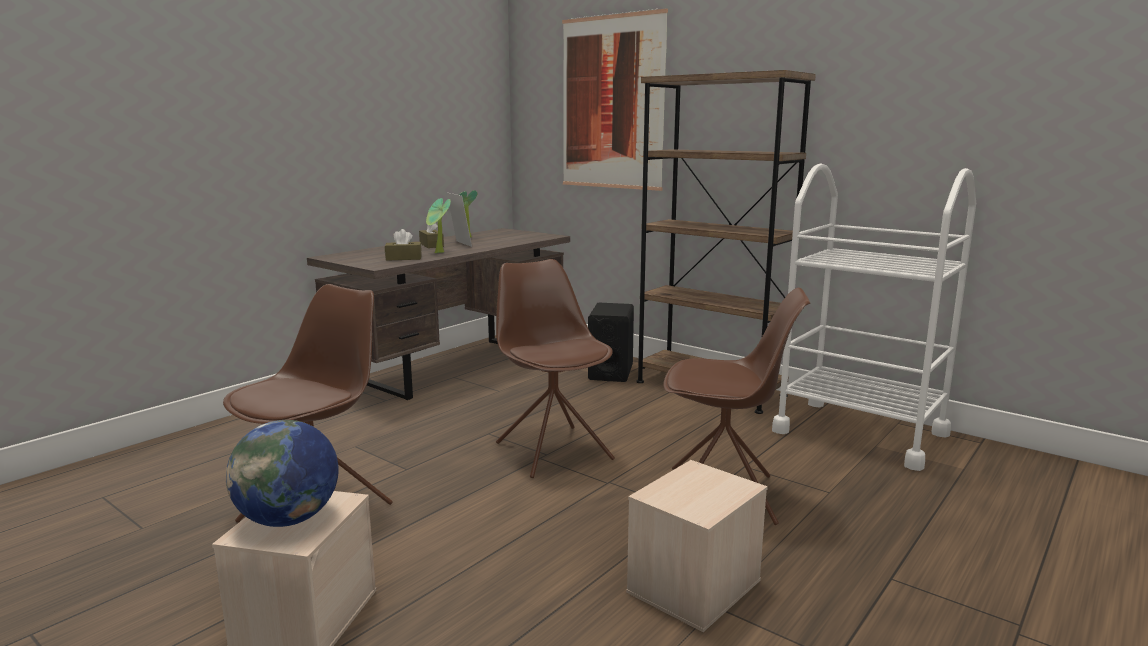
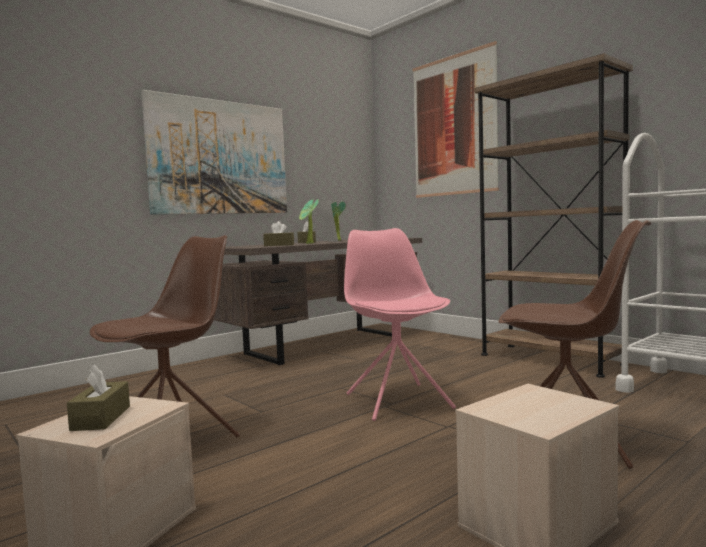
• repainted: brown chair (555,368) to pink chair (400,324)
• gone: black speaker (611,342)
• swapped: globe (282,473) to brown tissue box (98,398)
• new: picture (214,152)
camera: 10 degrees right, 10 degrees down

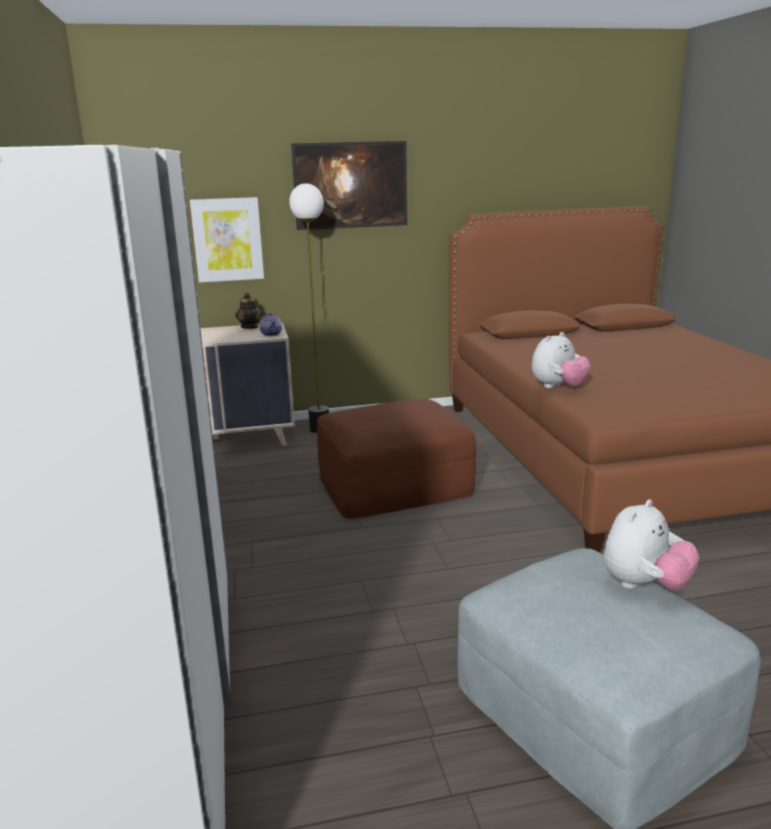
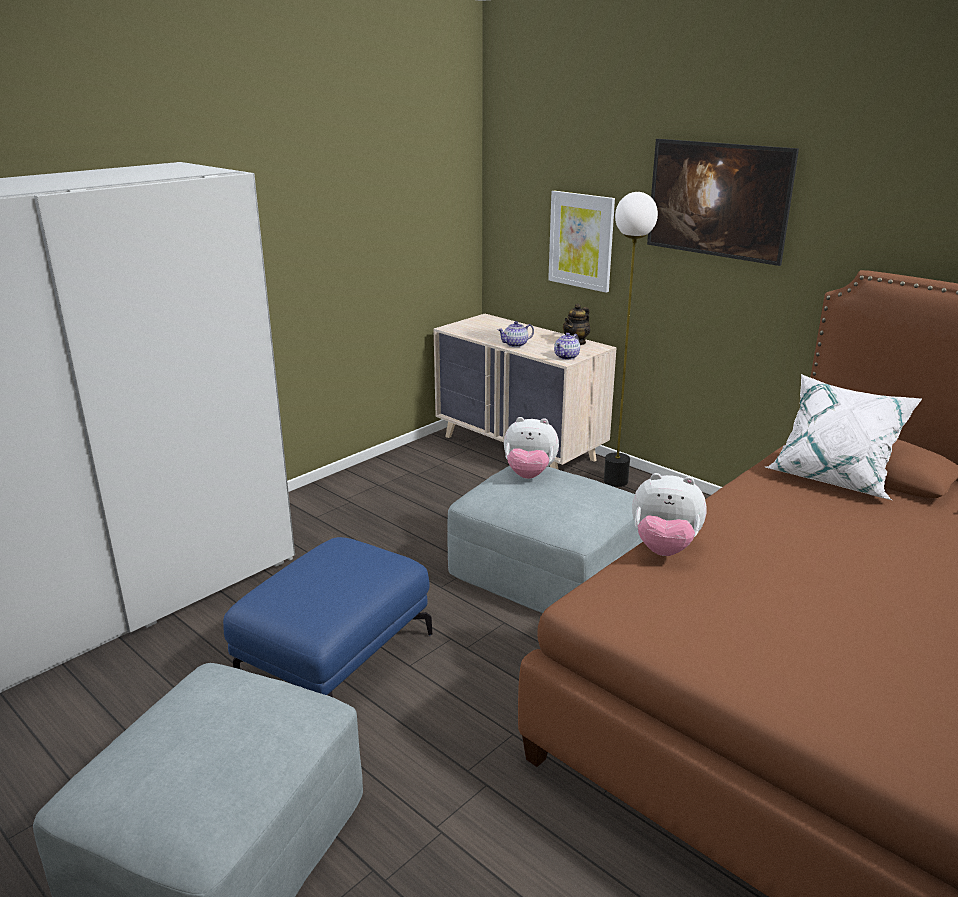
• repainted: brown ottoman (396,459) to grey ottoman (545,539)
• shifted: plush toy (651,545) to (531,448)
• new: teapot (516,334)
• new: white pillow (843,437)
• new: blue ottoman (327,617)
camera: 55 degrees right, 5 degrees up

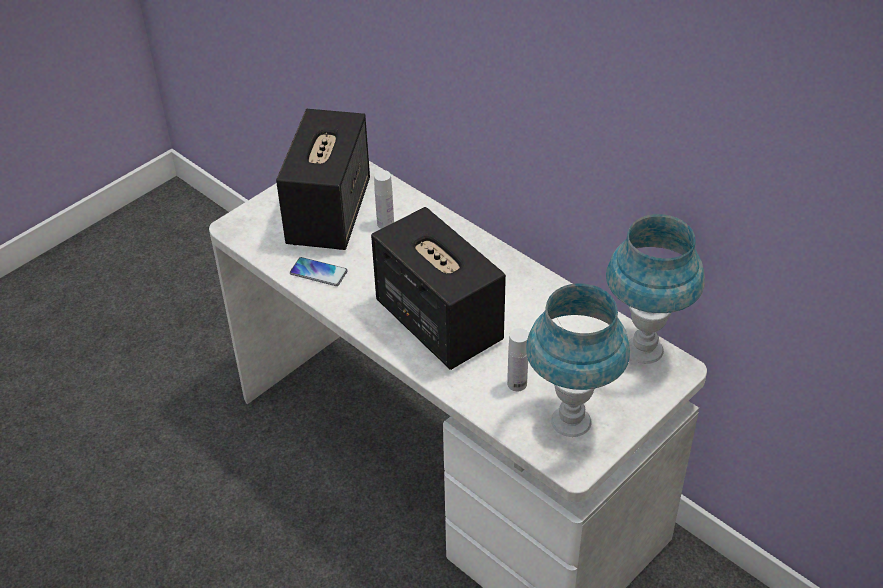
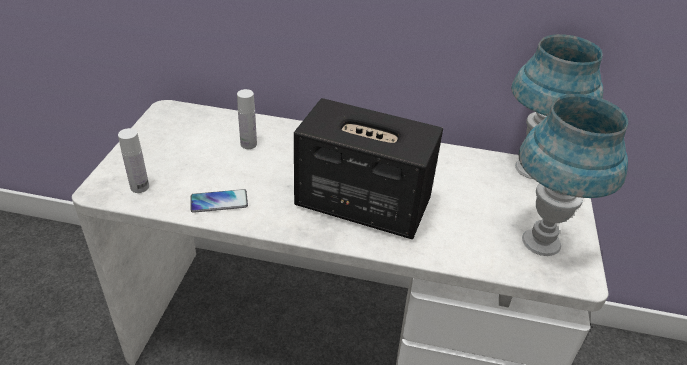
• gone: speaker (323,179)
• shifted: white bottle (518,359) to (133,160)
camera: 35 degrees left, 5 degrees down

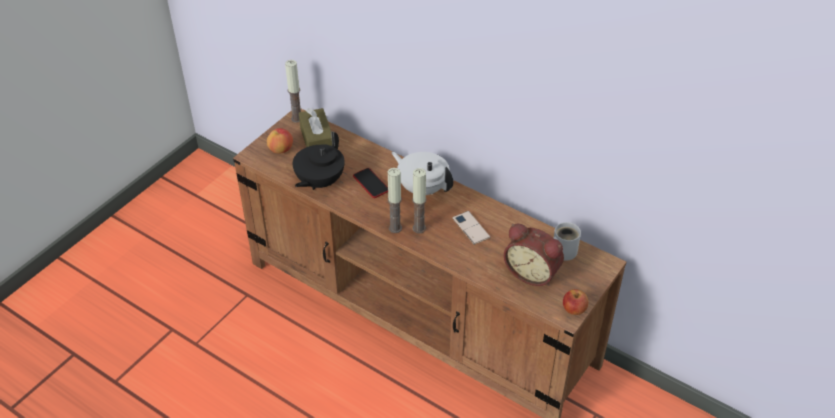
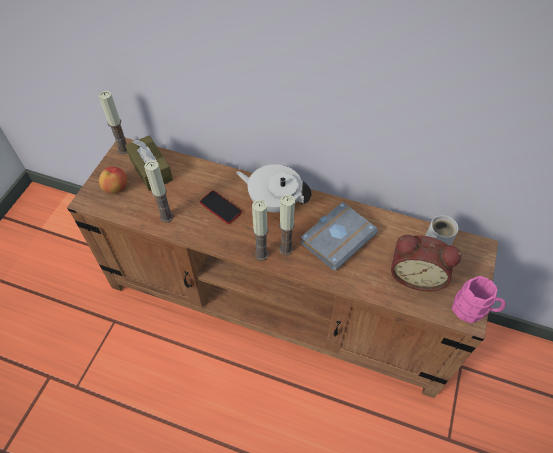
• swapped: black teapot (319,160) to candle (158,191)
• swapped: phone (471,228) to grey book (339,236)
• swapped: apple (575,302) to pink mug (479,299)
camera: 15 degrees left, 10 degrees up

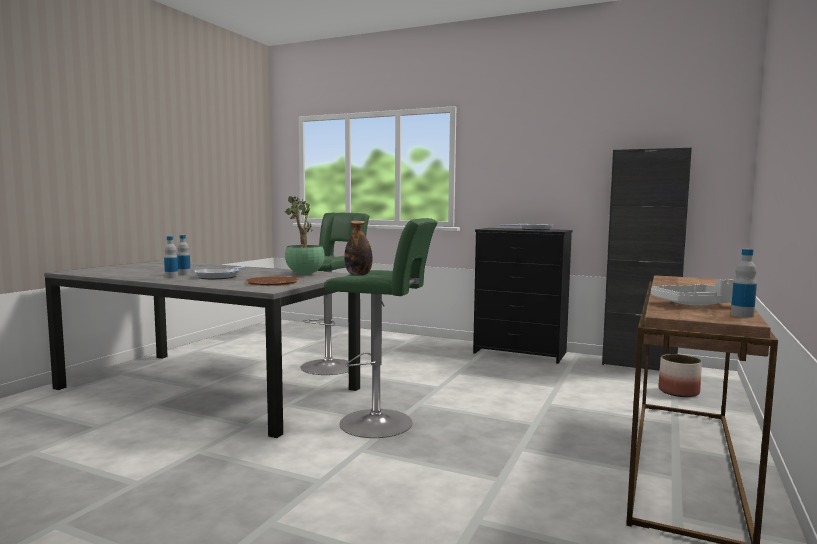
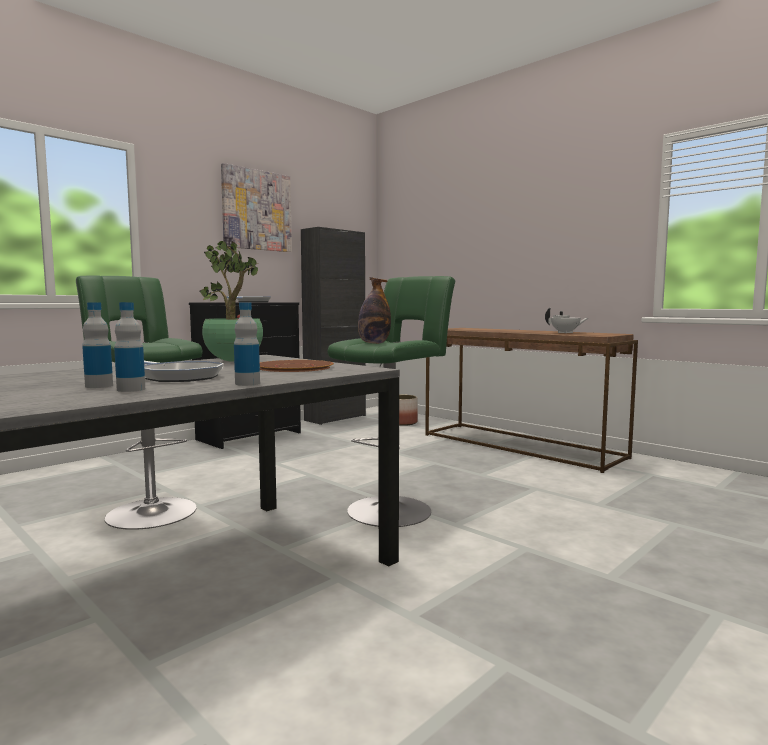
• shifted: bottle (744,283) to (247,344)
• swapped: white tray (692,292) to white teapot (566,320)
• new: picture (256,207)
camera: 70 degrees left, 0 degrees up

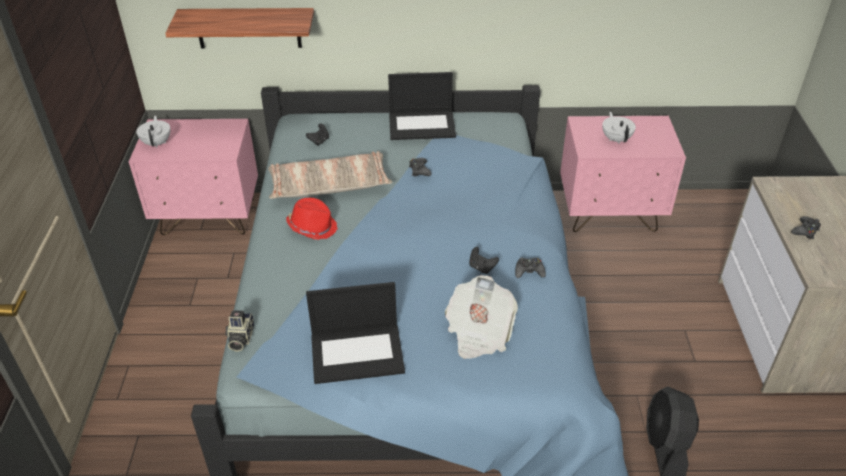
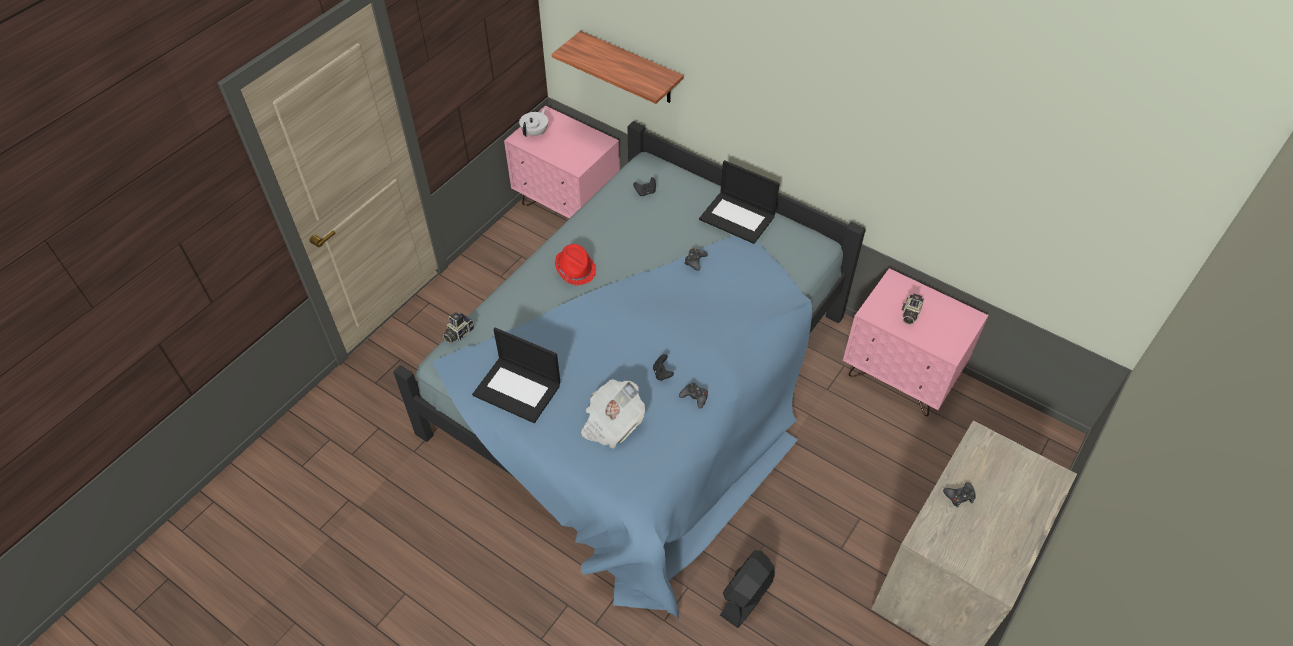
• swapped: white teapot (619,128) to photo camera (913,309)
• gone: pillow (330,175)
camera: 35 degrees right, 10 degrees up

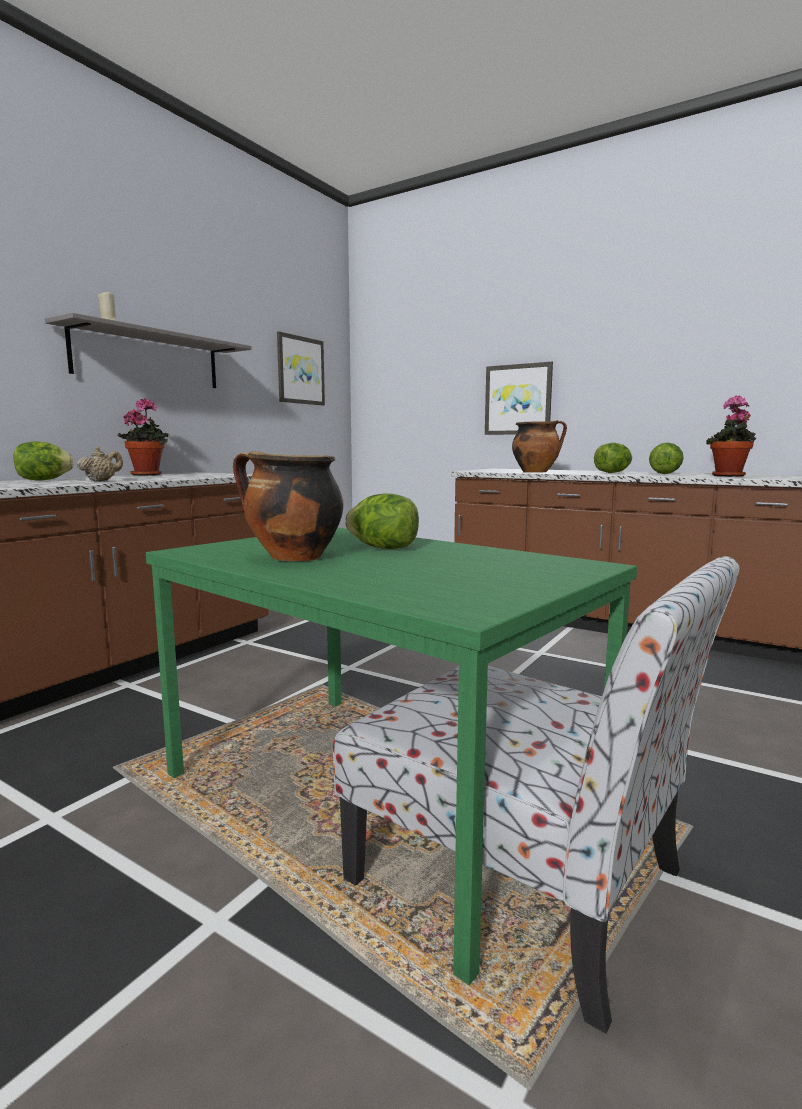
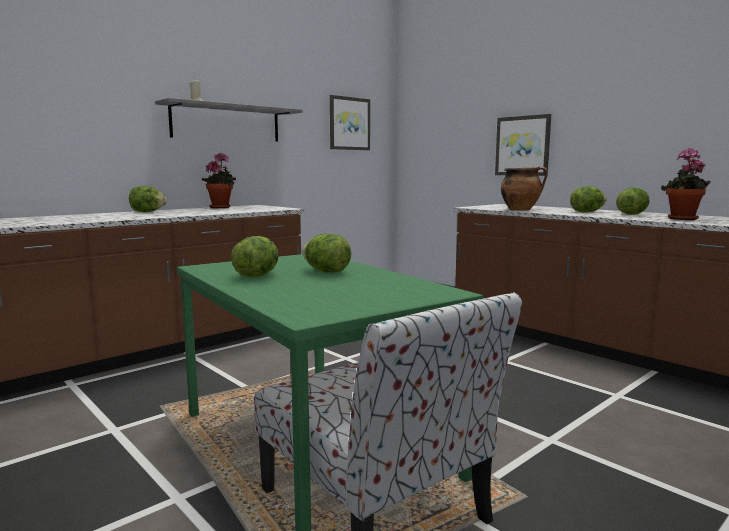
• gone: beige teapot (100,464)
• swapped: cooking pot (288,506) to lettuce (255,256)
camera: 15 degrees right, 0 degrees up

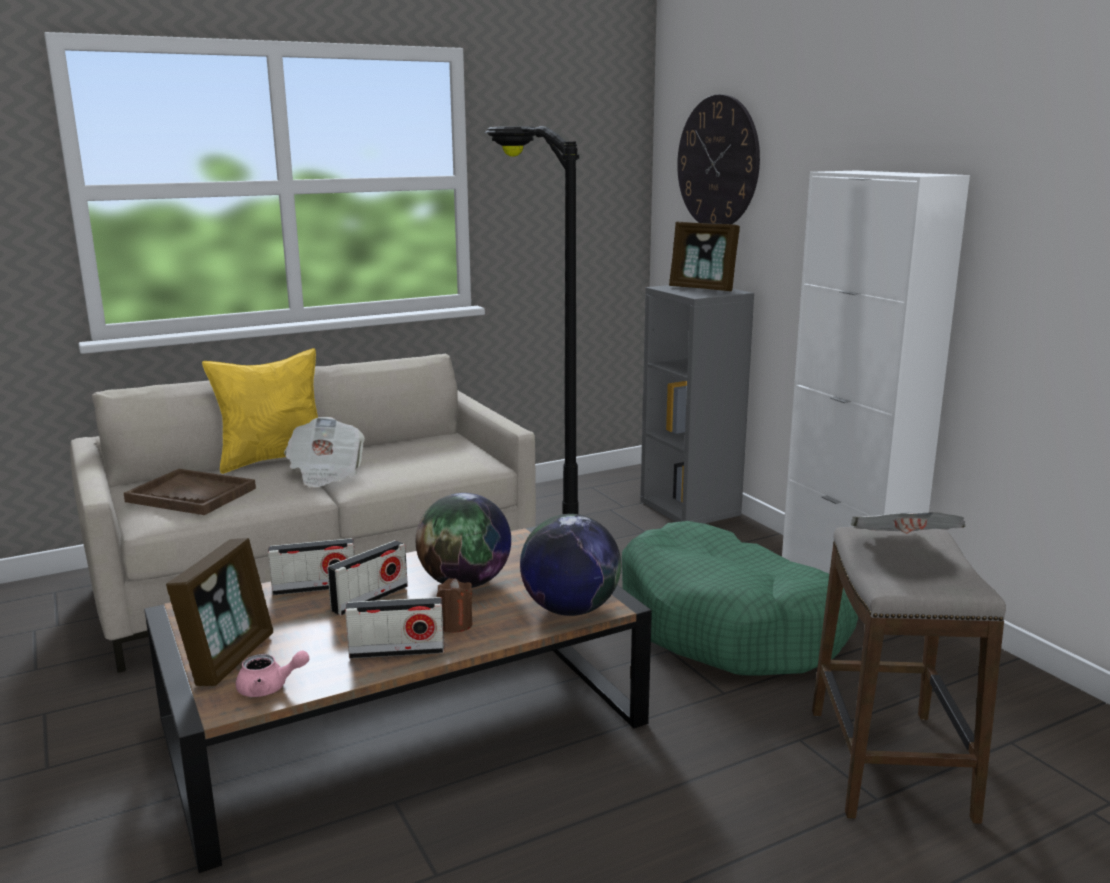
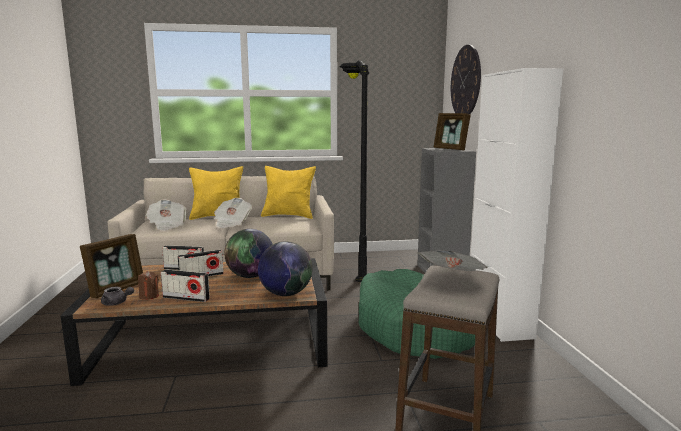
• swapped: brown tray (190,492) to newspaper (166,215)
• shifted: brown candle (455,605) to (148,285)
• repainted: pink teapot (272,673) to grey teapot (117,296)
• new: yellow pillow (288,192)
camera: 20 degrees right, 5 degrees down

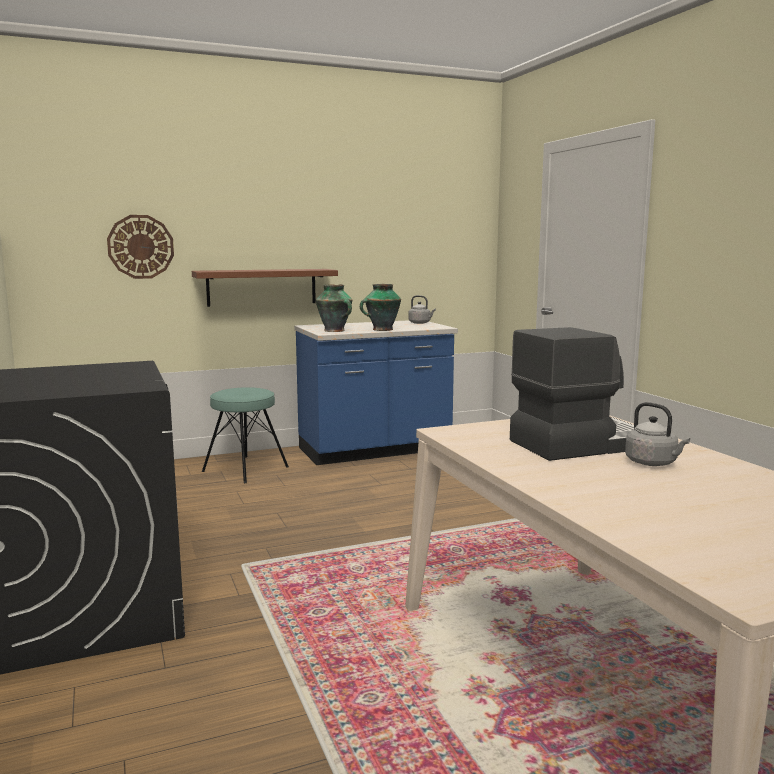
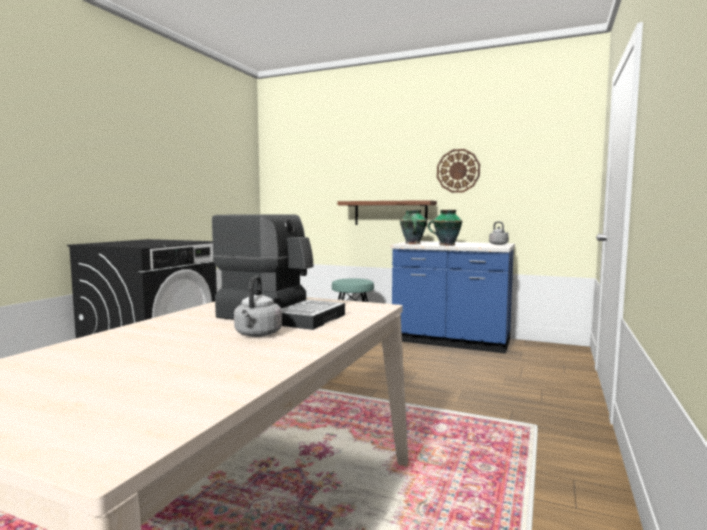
• shifted: wall clock (140,247) to (458,171)
camera: 45 degrees right, 5 degrees down

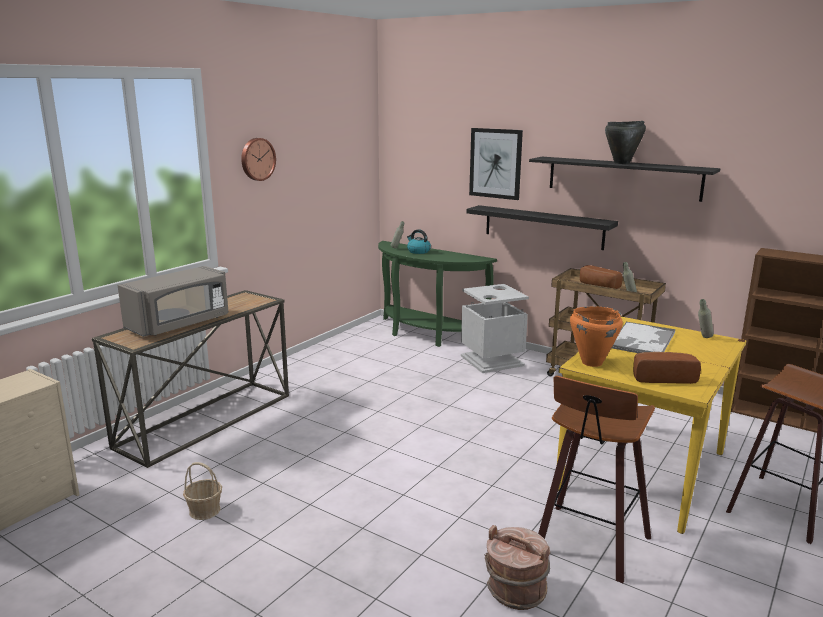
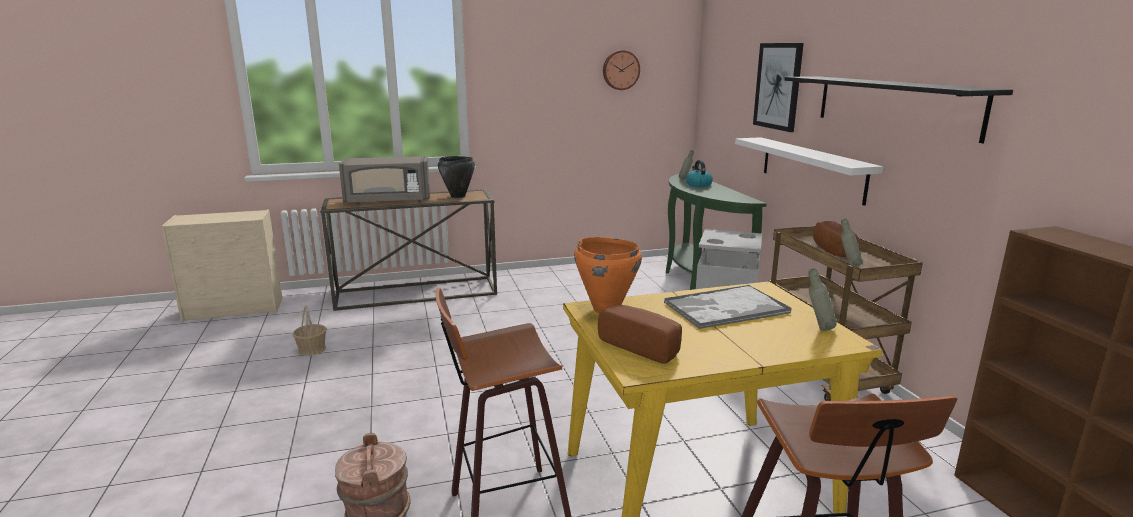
• shifted: black cooking pot (625,142) to (456,177)
• shifted: wall clock (258,159) to (621,70)
• repainted: black shelf (542,227) to white shelf (809,171)
camera: 40 degrees right, 0 degrees up

